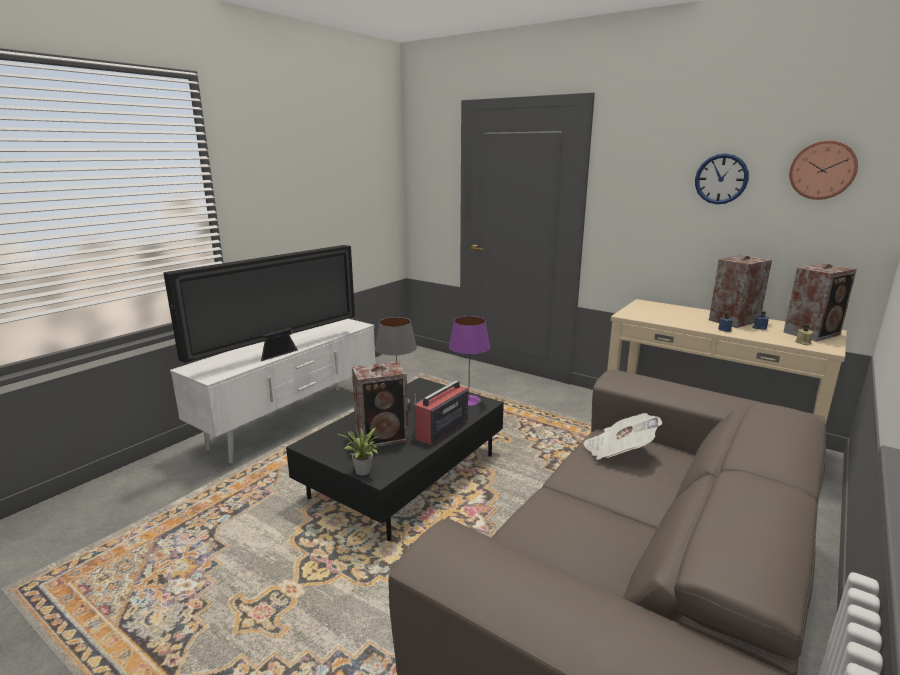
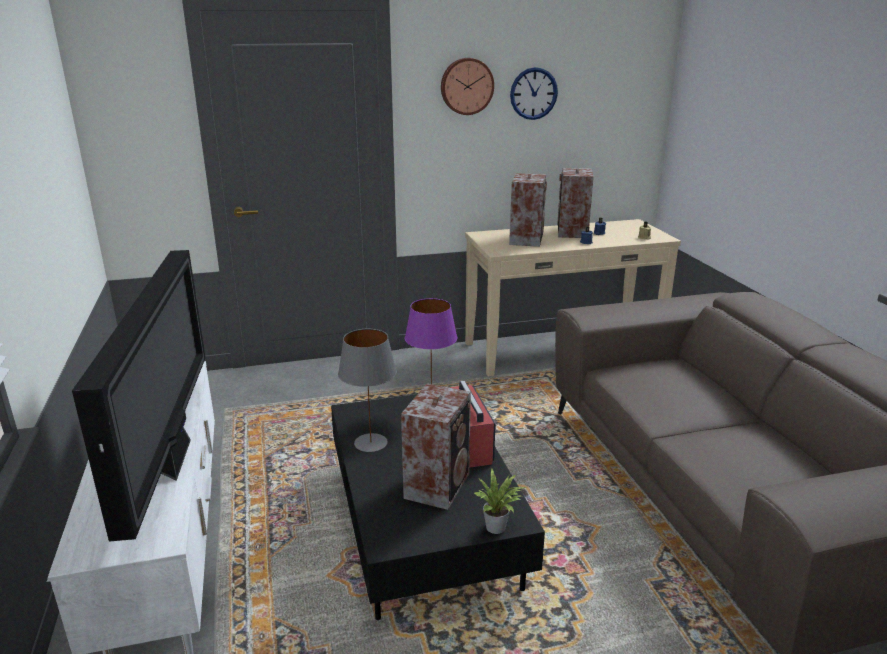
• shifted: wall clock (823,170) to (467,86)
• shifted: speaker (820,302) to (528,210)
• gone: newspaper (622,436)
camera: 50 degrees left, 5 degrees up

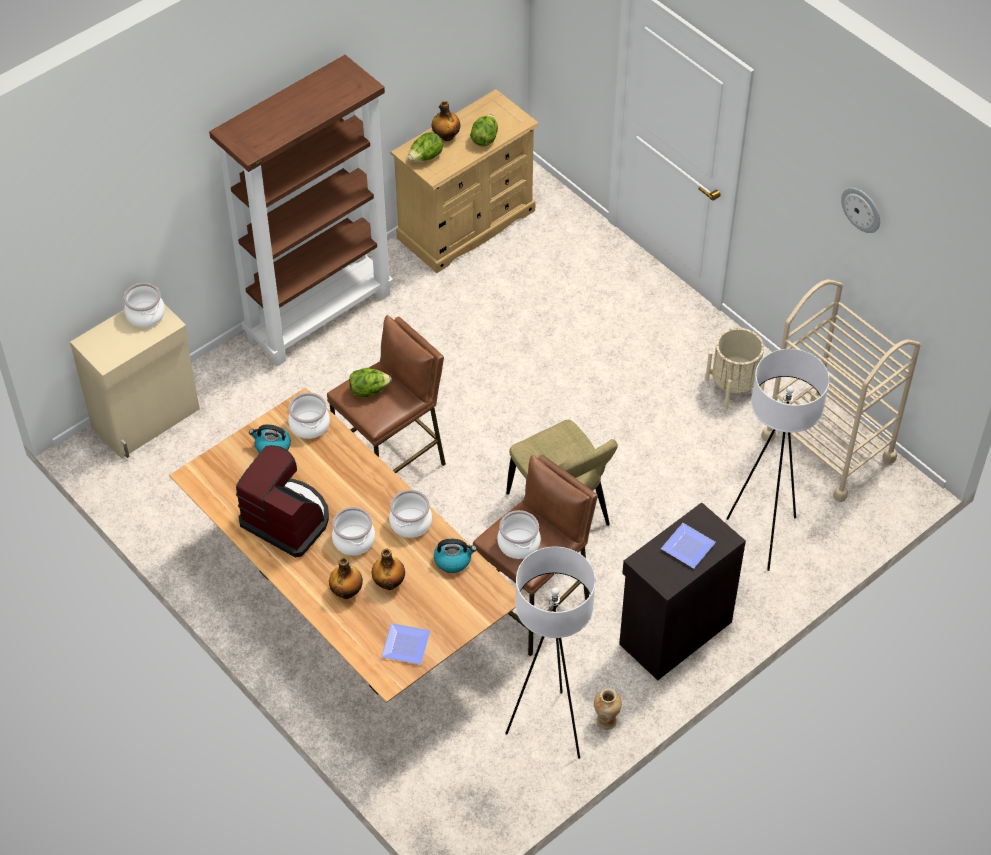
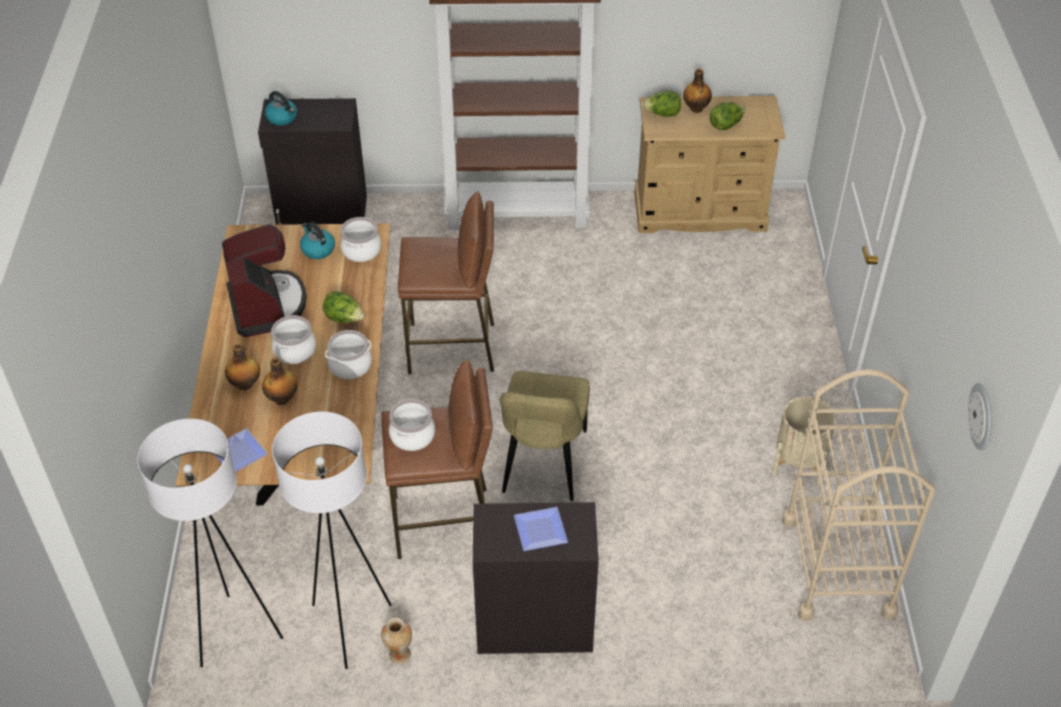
• shifted: wall clock (860,210) to (980,417)
• gone: cooking pot (144,305)
• repainted: beige cabinet (135,381) to black cabinet (312,161)
• shifted: white floor lamp (778,460) to (210,543)
• shifted: lettuce (370,382) to (344,307)
• shifted: kettle (455,556) to (281,108)
camera: 40 degrees right, 5 degrees down

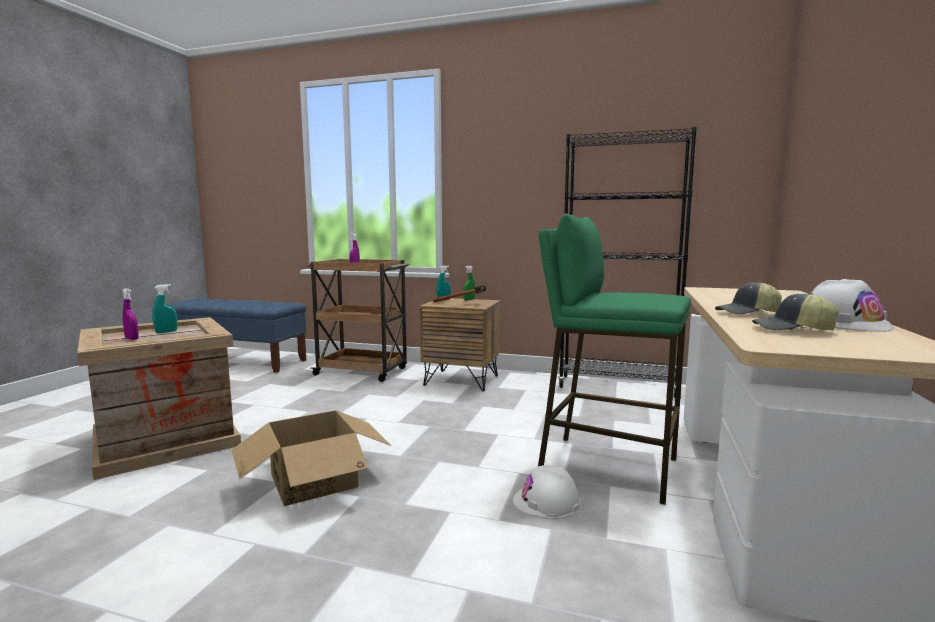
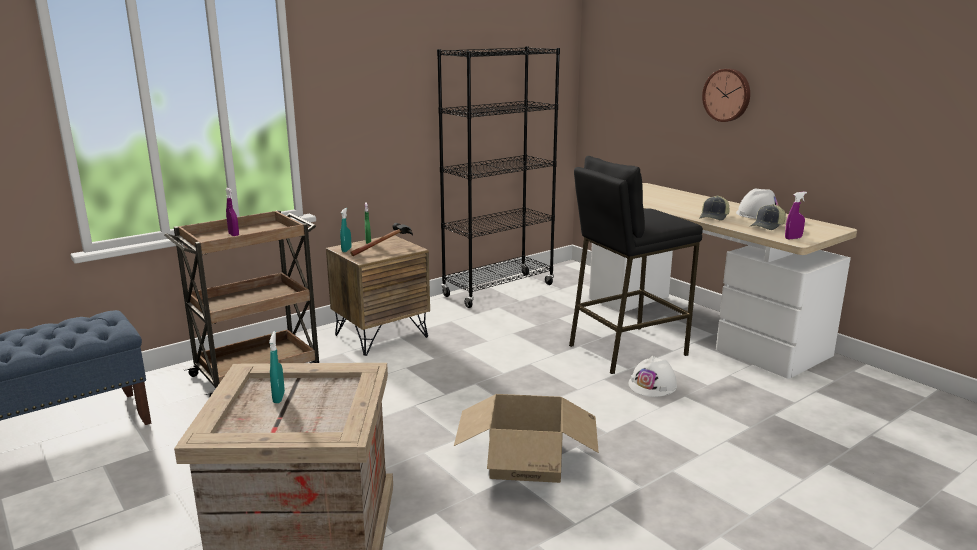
• repainted: green stool (614,359) to black stool (636,265)
• shifted: purple spray bottle (130,314) to (796,215)
• new: wall clock (726,95)
camera: 55 degrees left, 10 degrees up

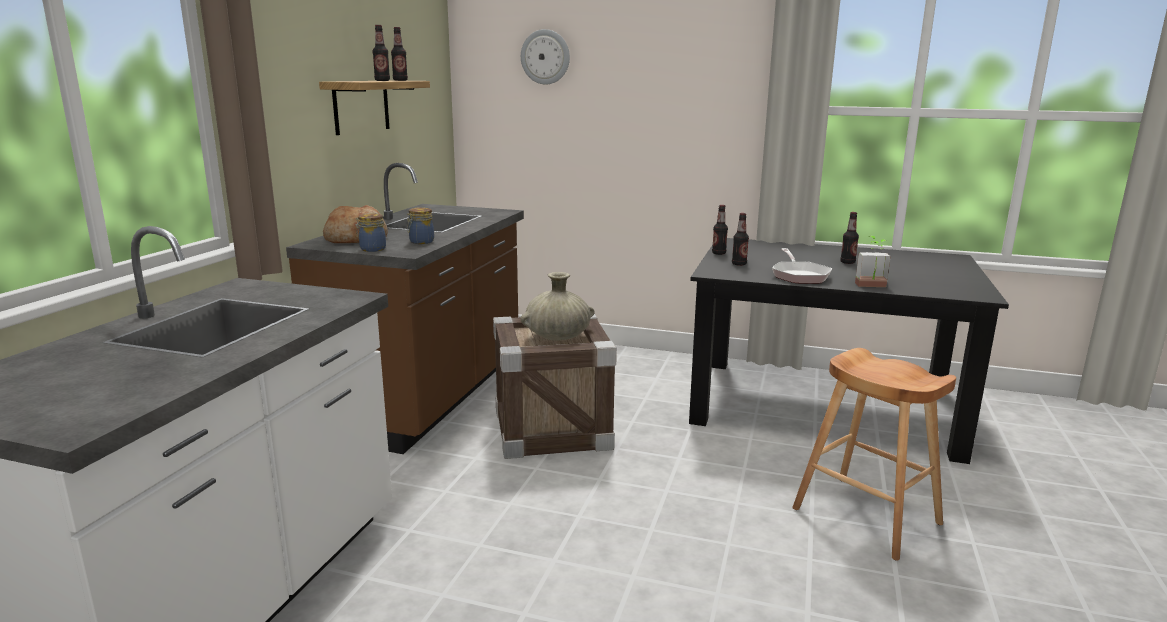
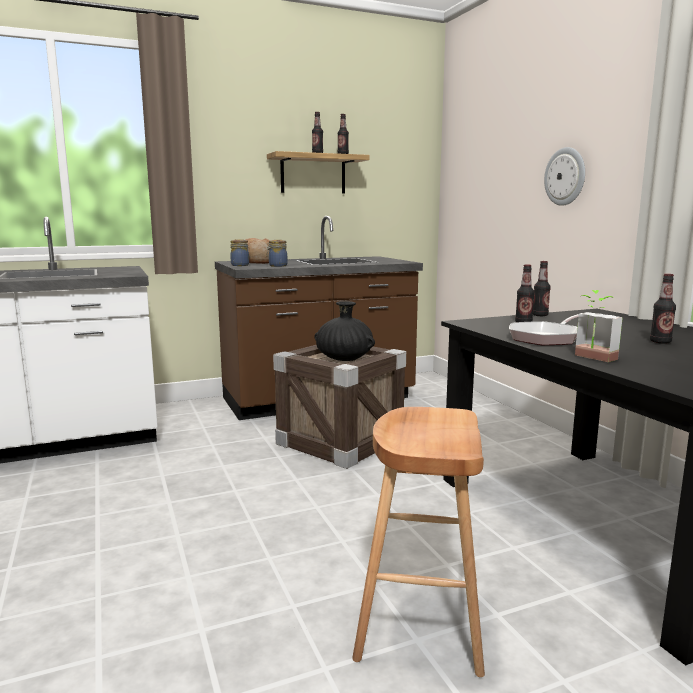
• shifted: wall clock (545,57) to (564,176)
• repainted: beige vase (557,306) to black vase (344,331)
camera: 50 degrees right, 5 degrees down

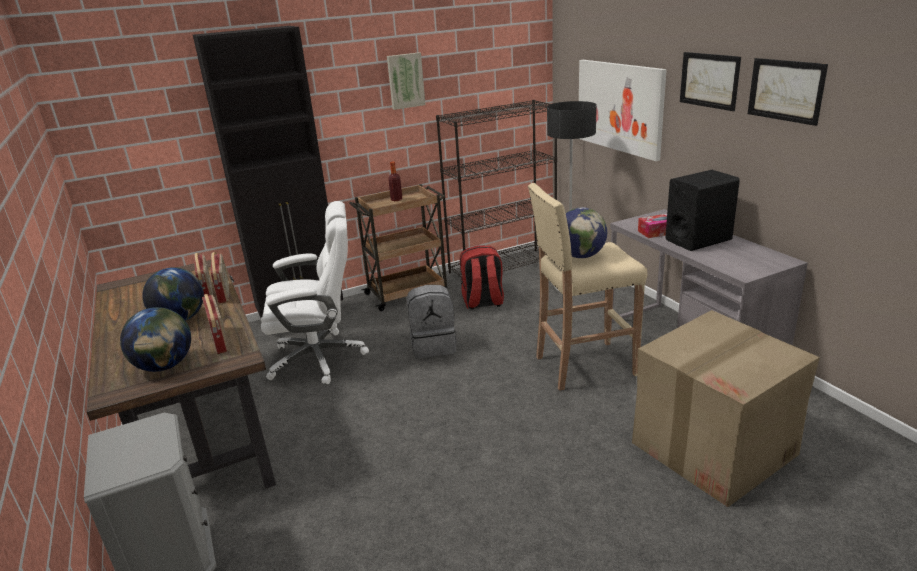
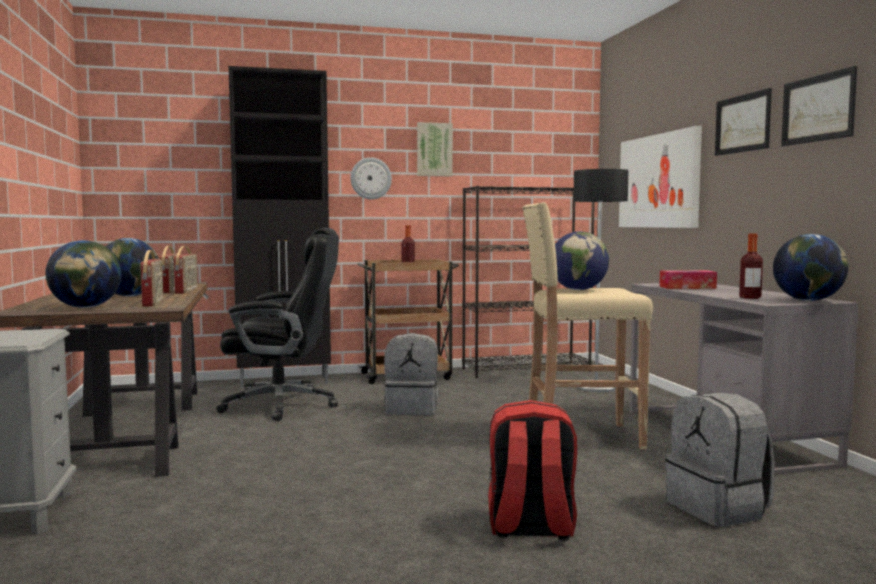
• gone: black speaker (702,210)
• repainted: white office chair (315,292) to black office chair (277,324)
• shifted: red backpack (482,277) to (532,470)
• swapped: cardboard box (726,408) to grey backpack (720,460)
• new: wall clock (371,178)
• new: bottle (751,266)
• new: globe (811,267)
camera: 10 degrees right, 20 degrees down

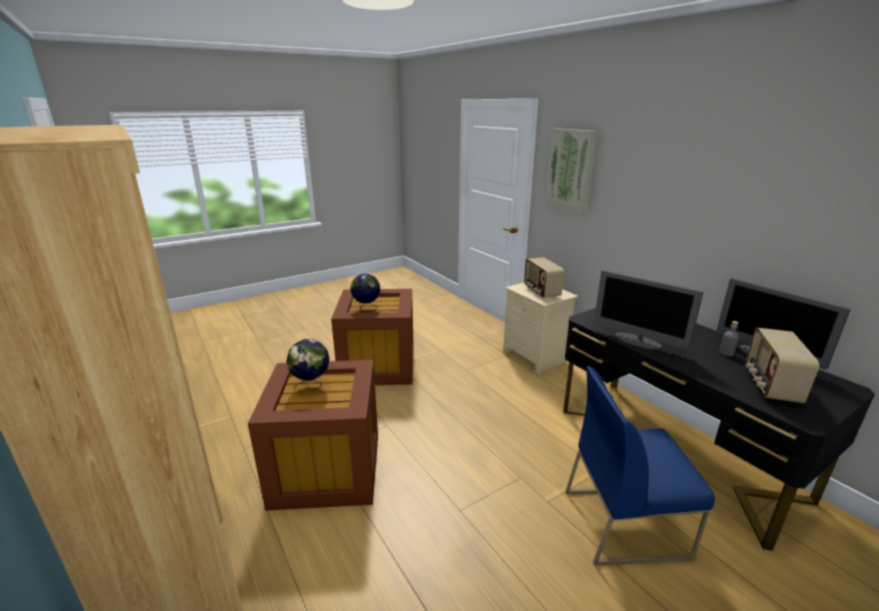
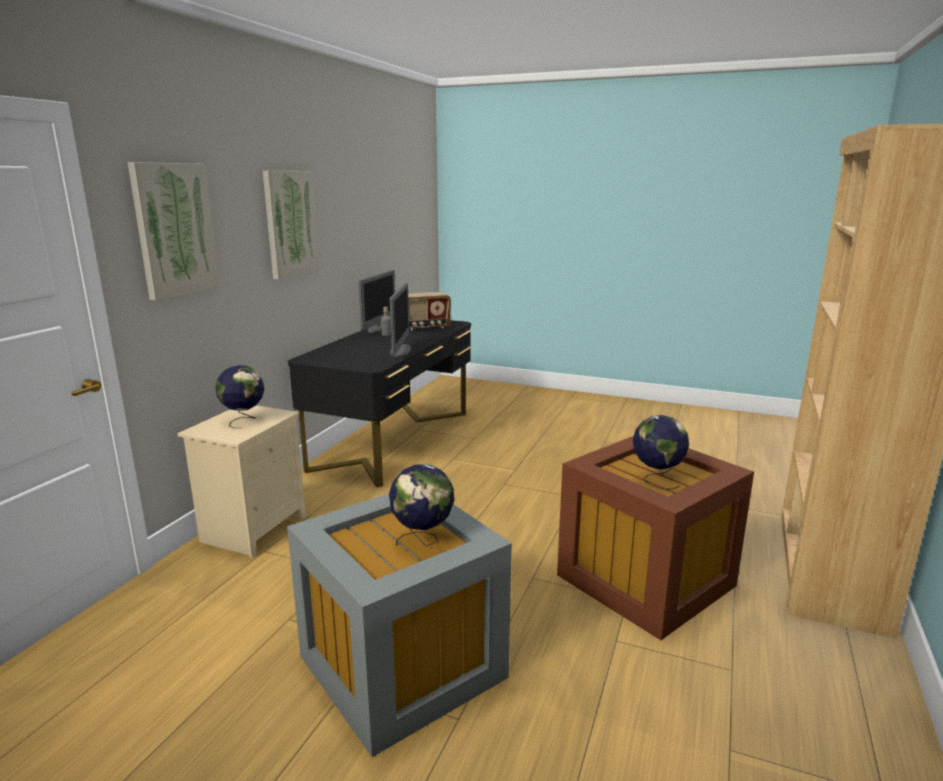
• swapped: radio (544,277) to globe (239,396)
• repainted: brown storage box (372,337) to grey storage box (399,625)
• gone: blue chair (640,465)
• new: picture (291,225)
camera: 125 degrees left, 5 degrees down

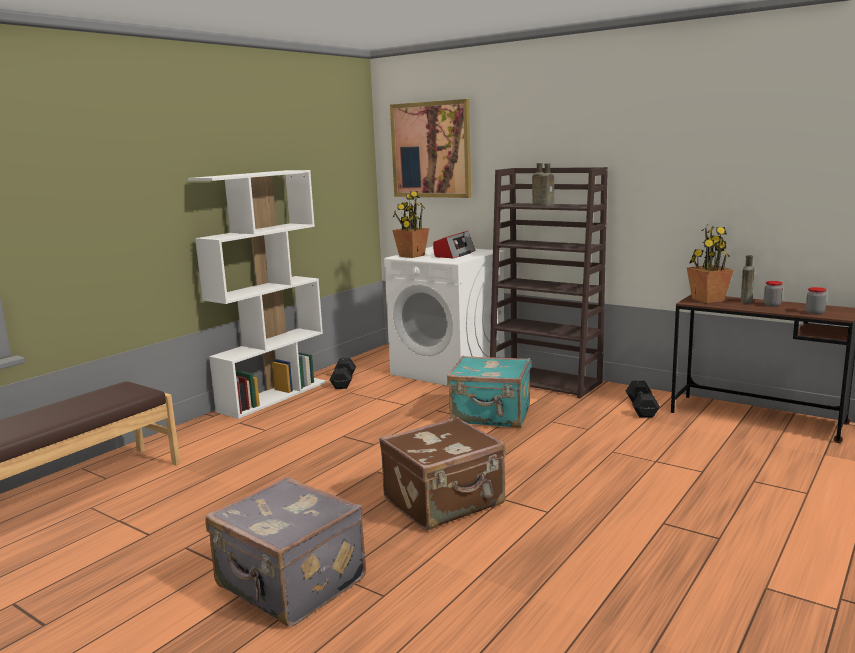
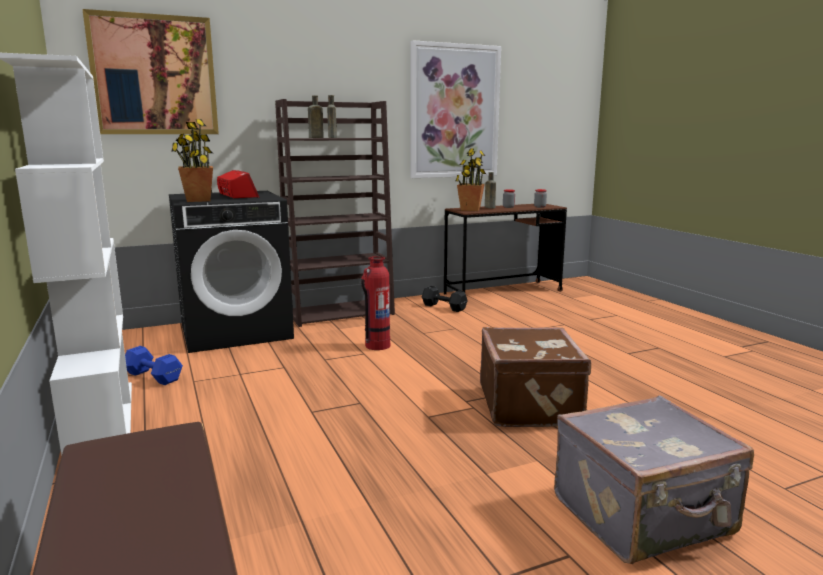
• repainted: white washing machine (444,316) to black washing machine (231,272)
• swapped: turquoise suitcase (489,392) to fire extinguisher (375,303)
• repainted: black dumbbell (343,373) to blue dumbbell (154,365)
• new: picture (456,109)
camera: 60 degrees left, 0 degrees up

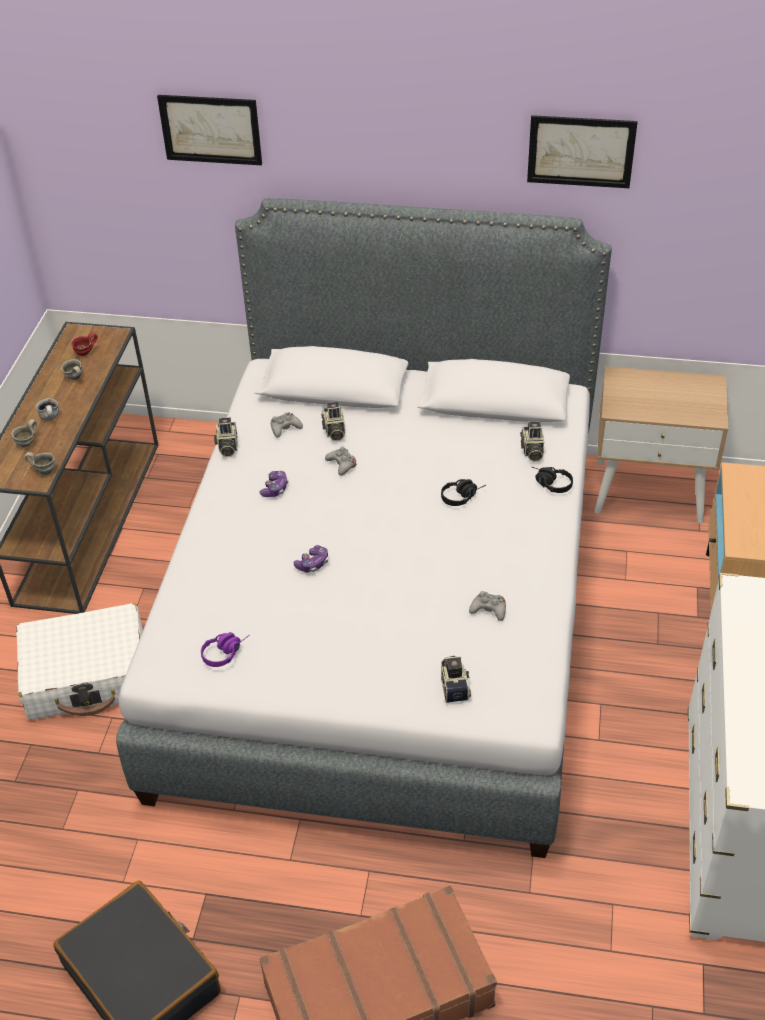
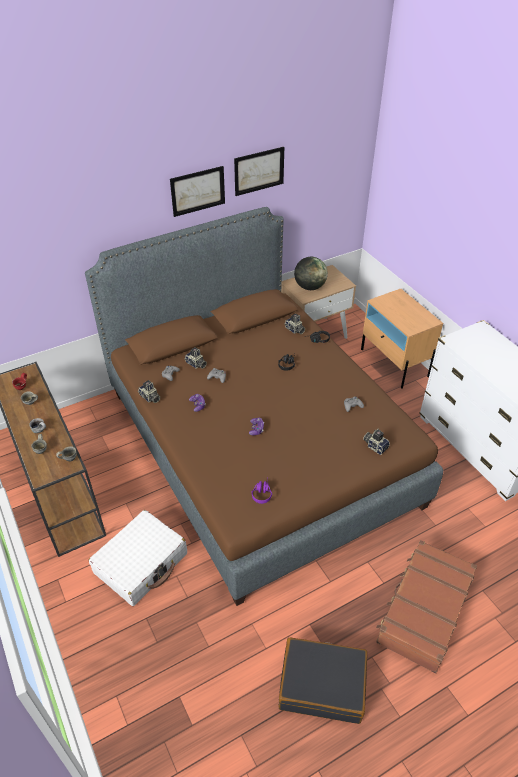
• shifted: picture (209,130) to (197,191)
• repainted: grey bed (364,528) to brown bed (264,406)
• new: globe (311,273)
camera: 40 degrees left, 0 degrees up

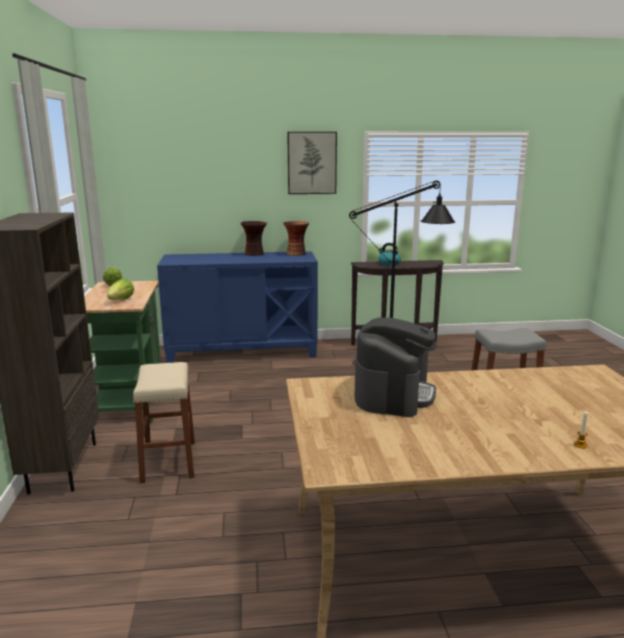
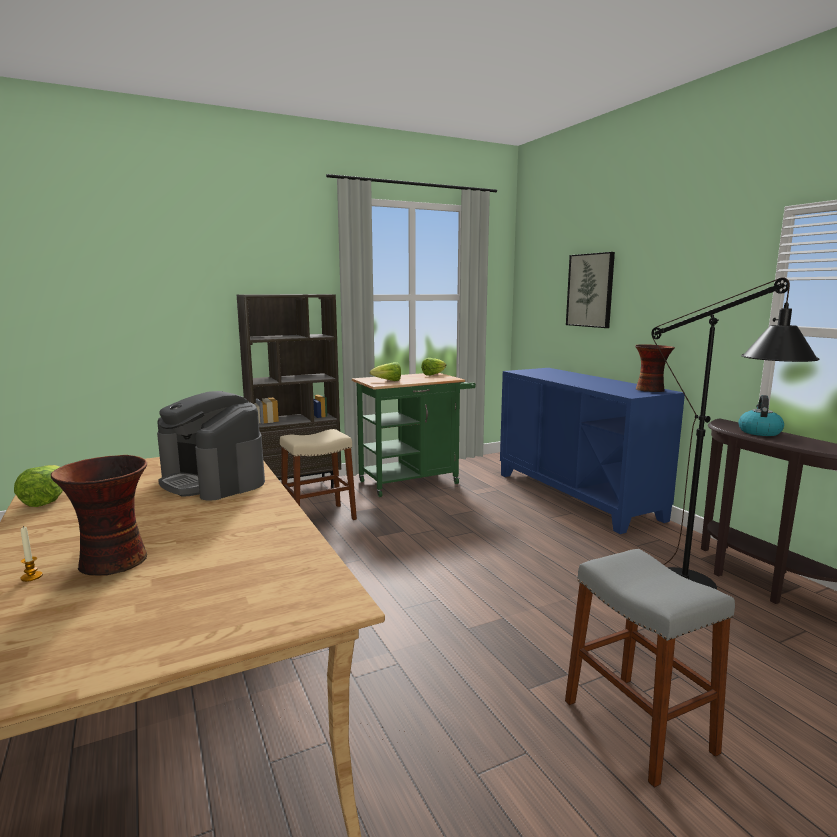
• shifted: picture (312,163) to (590,290)
• shifted: vase (254,238) to (99,515)
• rotated: coffee machine (396,367) = (211,446) 45 degrees clockwise
• new: lettuce (38,486)
camera: 70 degrees right, 5 degrees down

